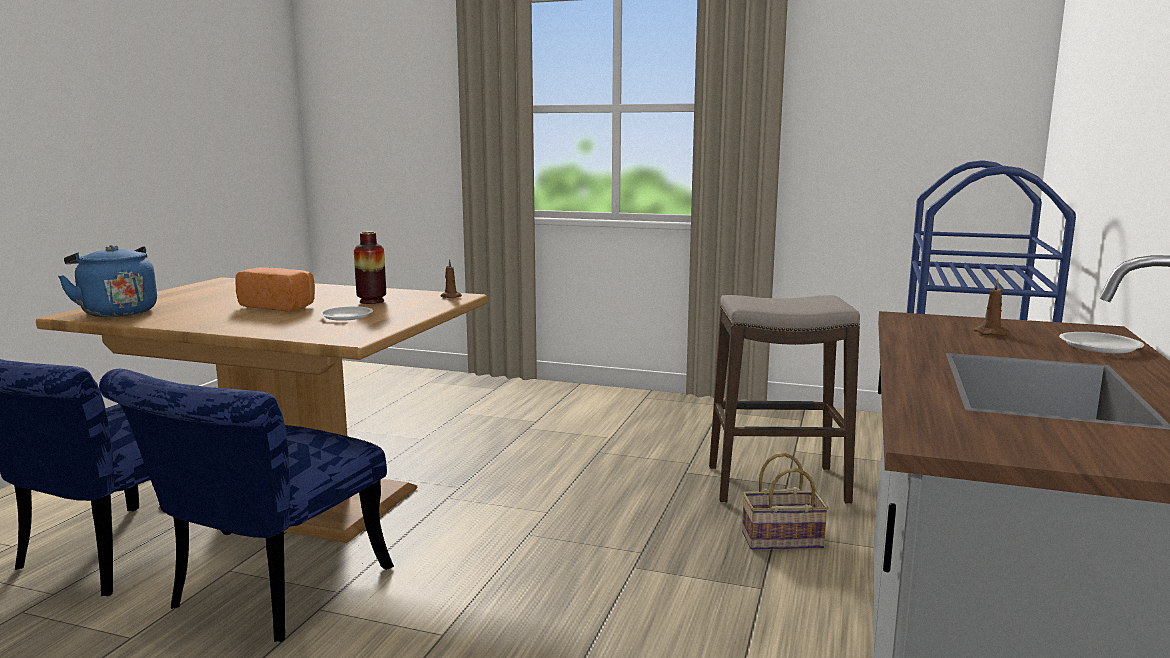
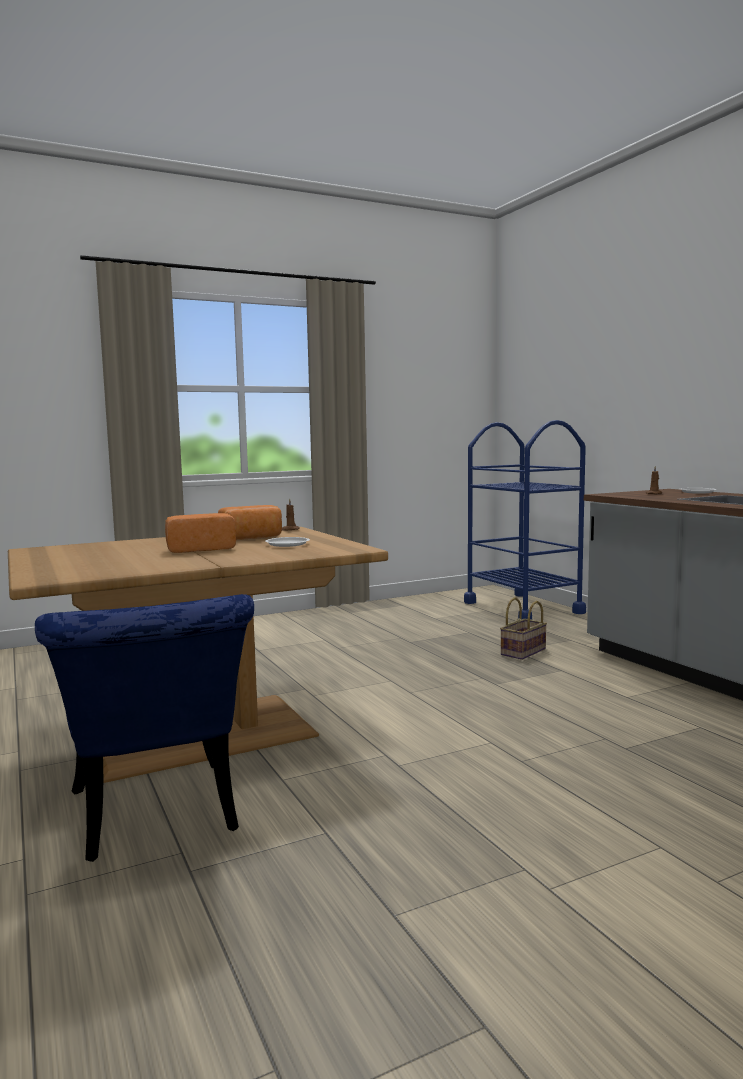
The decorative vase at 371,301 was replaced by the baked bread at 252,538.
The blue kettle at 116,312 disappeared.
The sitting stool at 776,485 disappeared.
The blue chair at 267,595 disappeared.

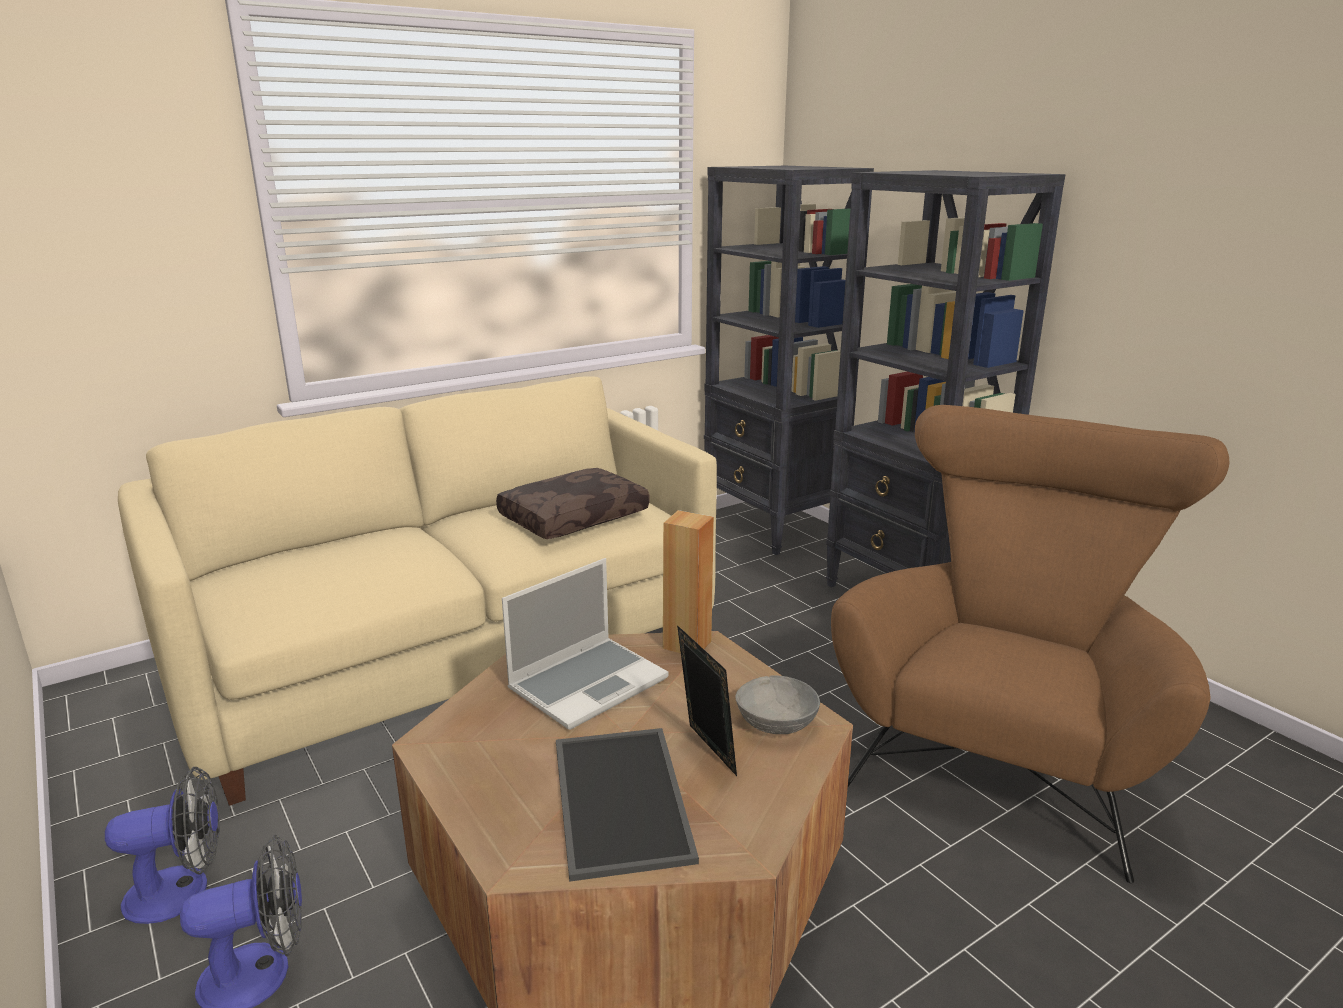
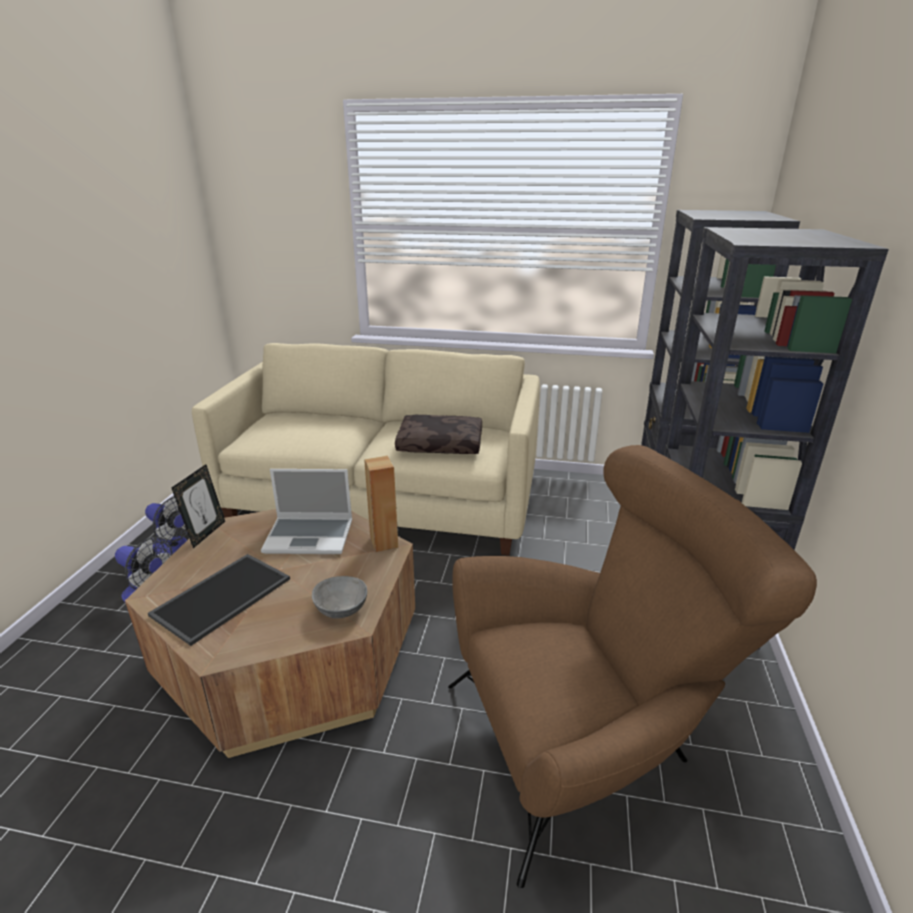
The picture frame moved from 705,752 to 206,533.

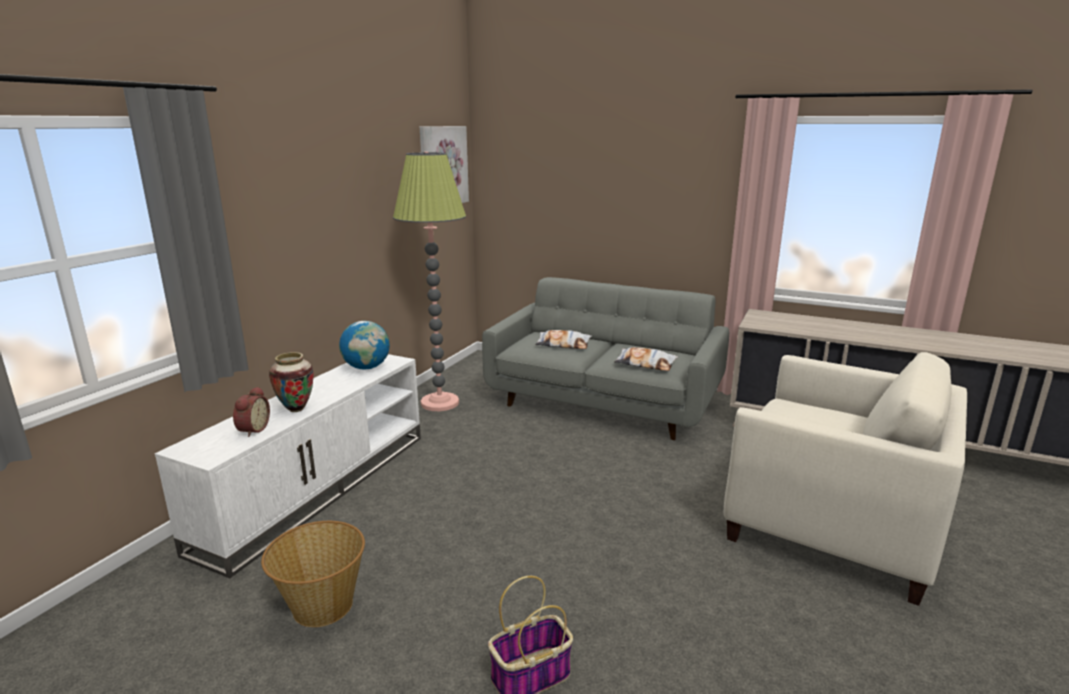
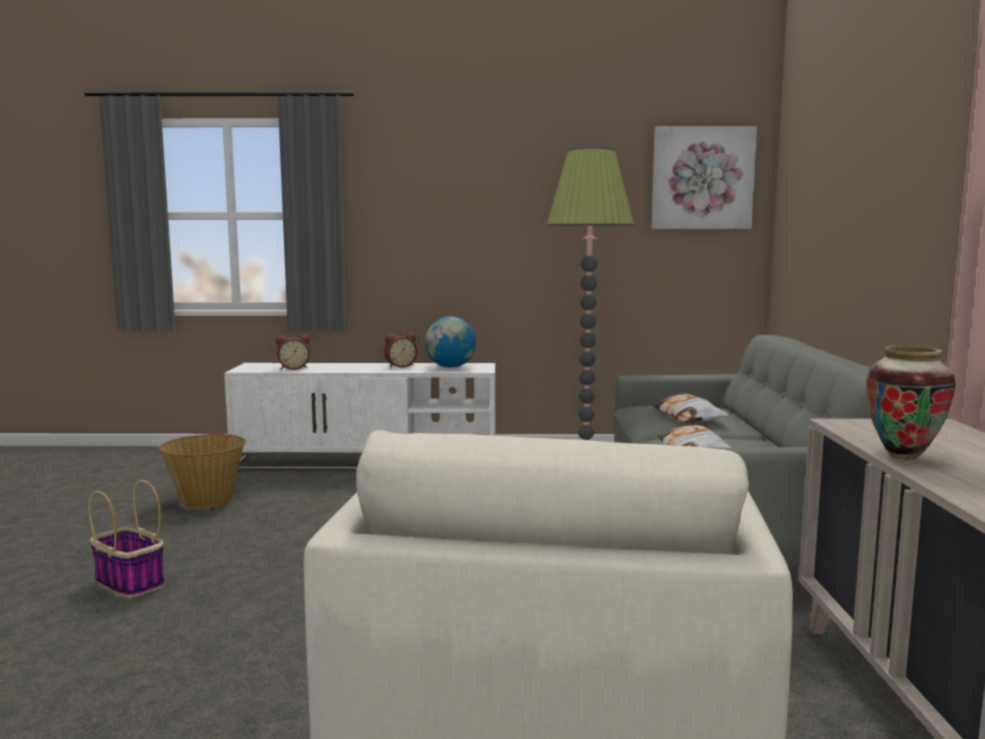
The decorative vase moved from 296,409 to 903,456.
The bedside clock at 400,366 appeared.

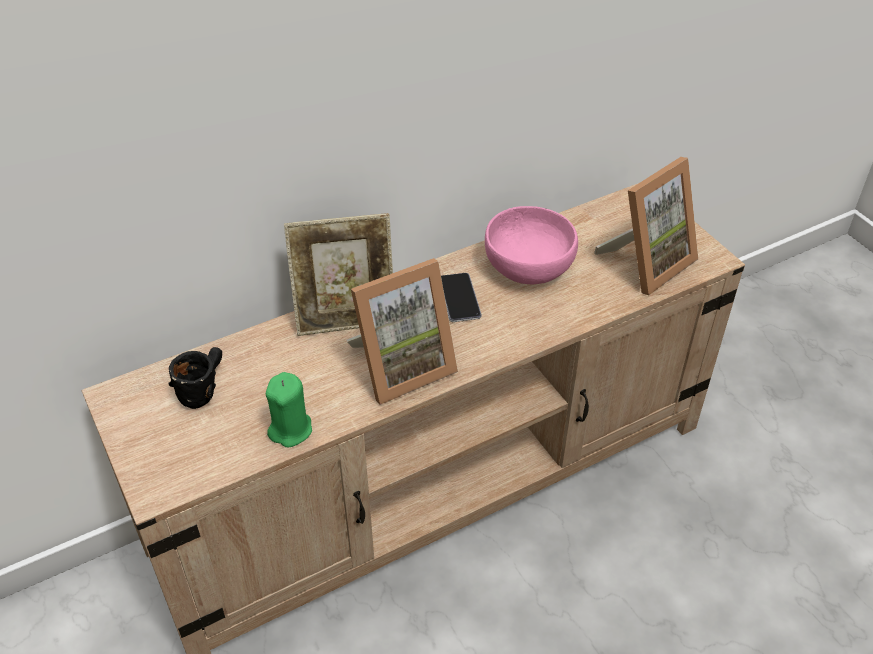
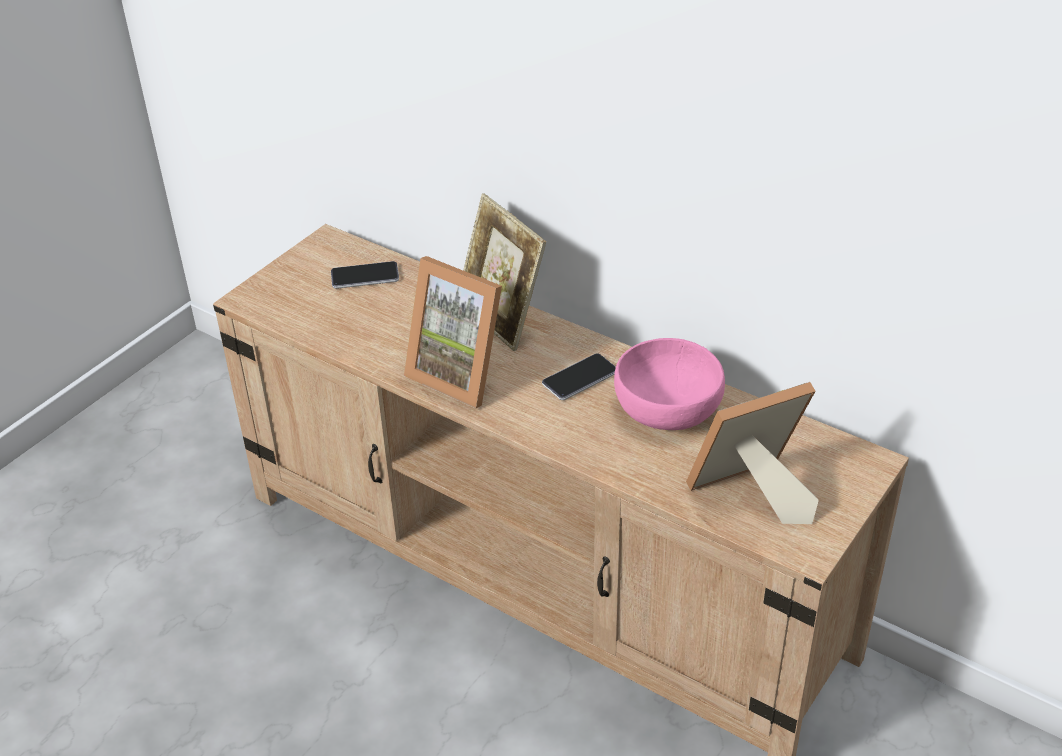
The picture frame at 646,262 turned 135 degrees clockwise.
The black-coloured coffee mug at 202,386 was replaced by the handset at 365,276.
The green wax candle at 290,429 disappeared.

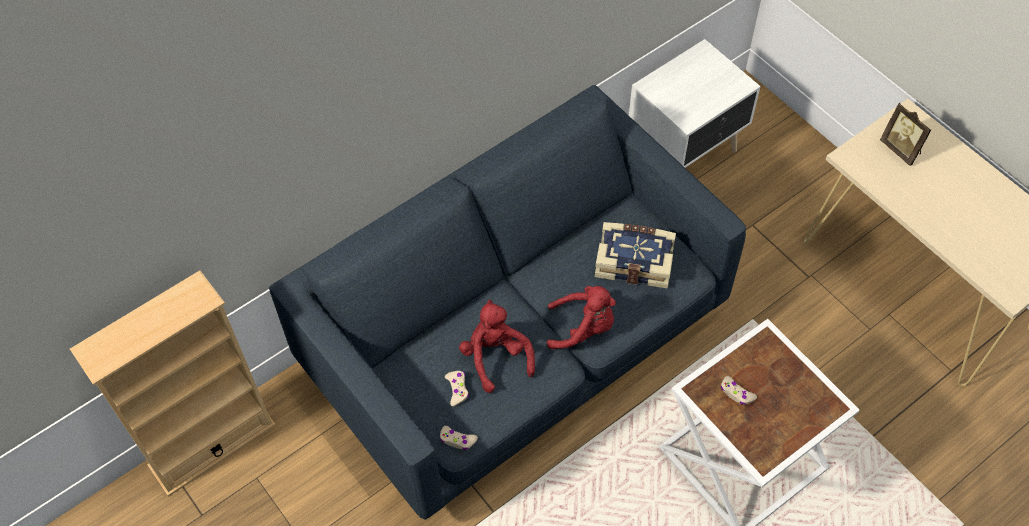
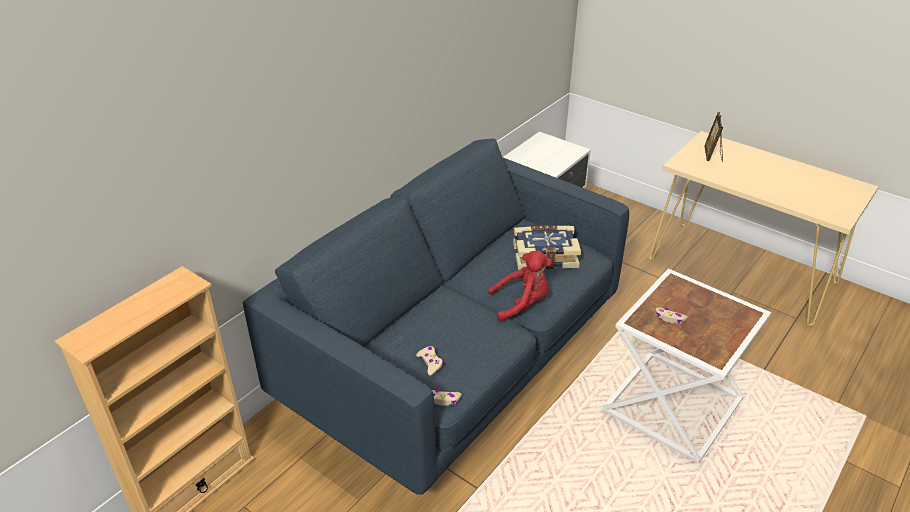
The picture frame at 901,149 turned 60 degrees clockwise.
The red plush toy at 496,357 disappeared.

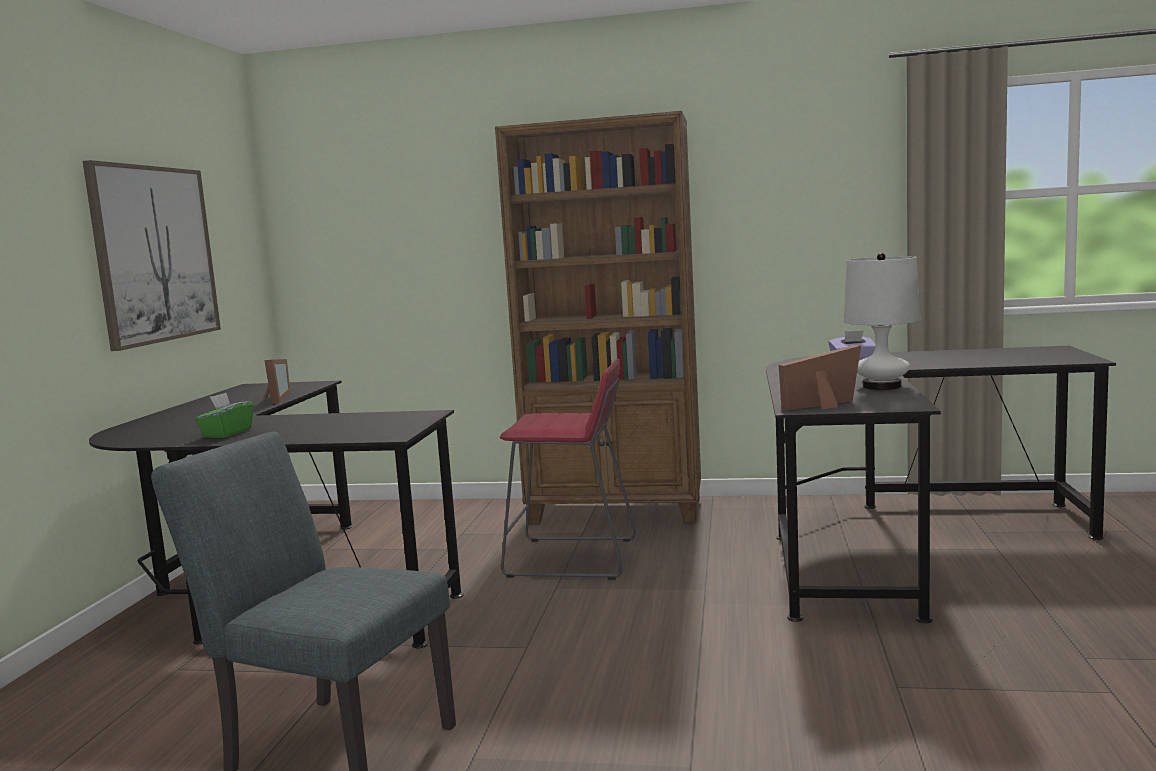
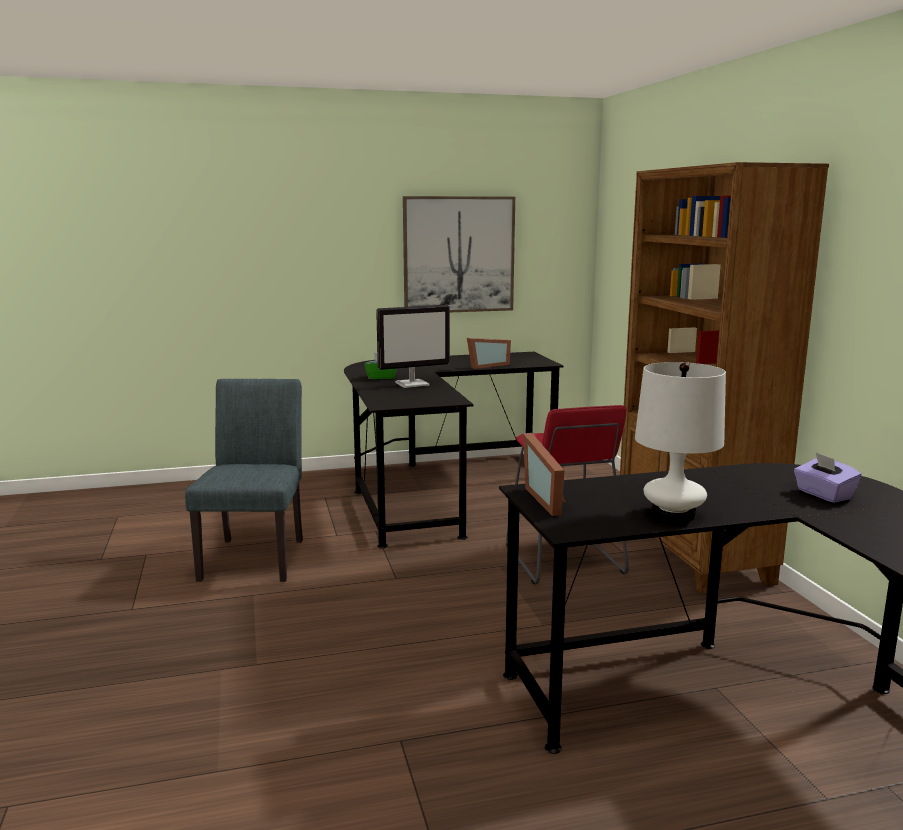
The picture frame at 825,405 turned 150 degrees counterclockwise.
The monitor at 413,384 appeared.

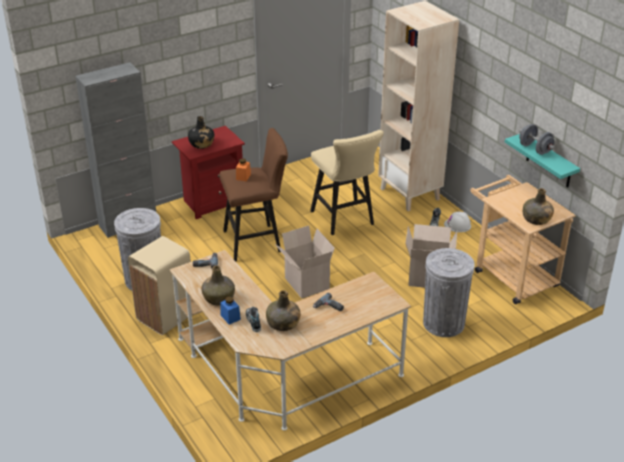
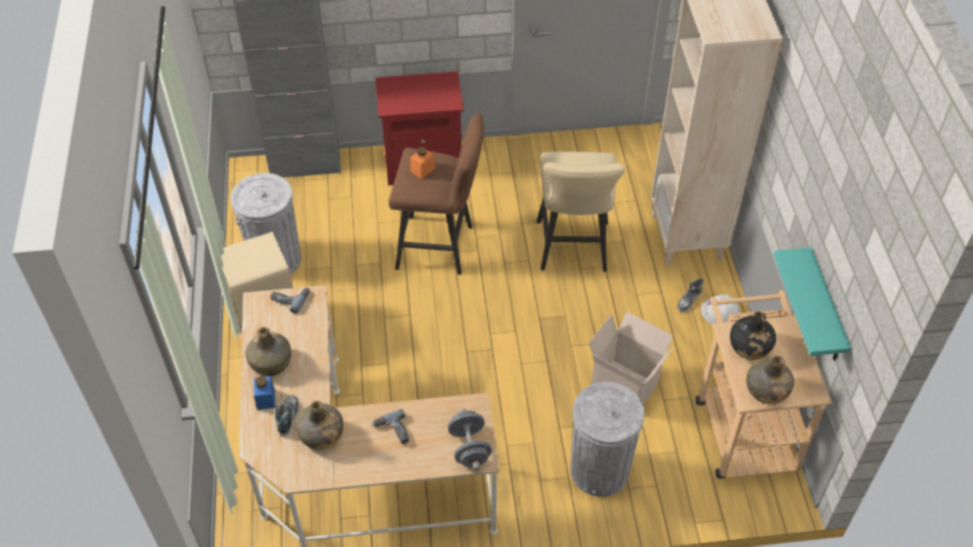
The black-coloured beverage bottle moved from 201,144 to 749,346.
The gray hand weight moved from 535,149 to 469,448.
The cardboard box at 305,283 disappeared.

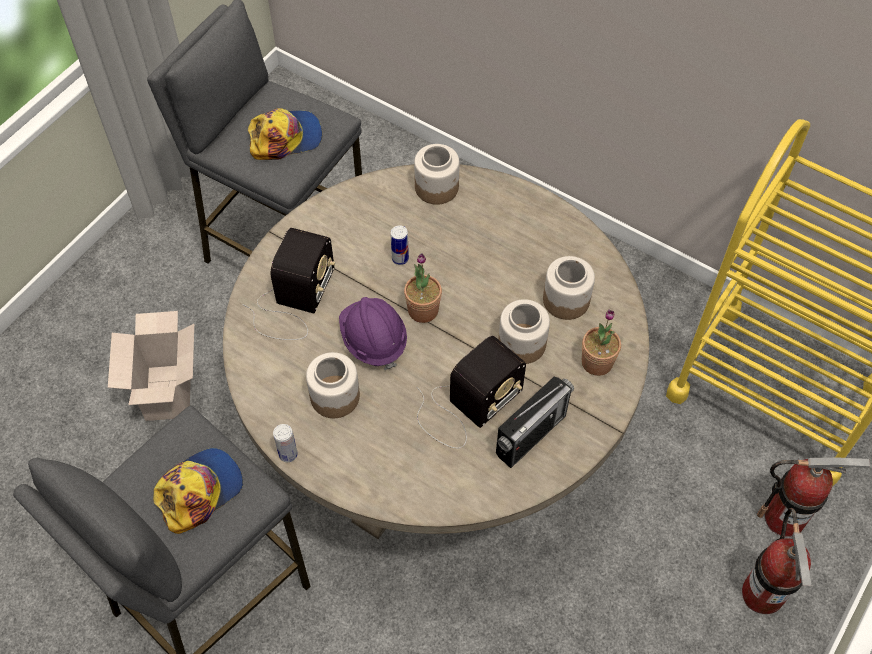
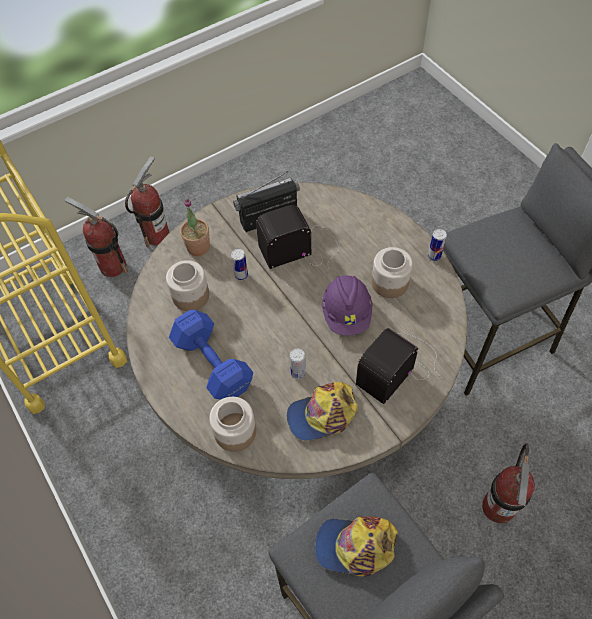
The potted plant at 423,310 disappeared.
The jar at 522,344 was replaced by the can at 241,275.
The cardboard box at 166,391 was replaced by the fire extinguisher at 498,507.
The cap moved from 199,491 to 322,414.
The blue hand weight at 212,362 appeared.

